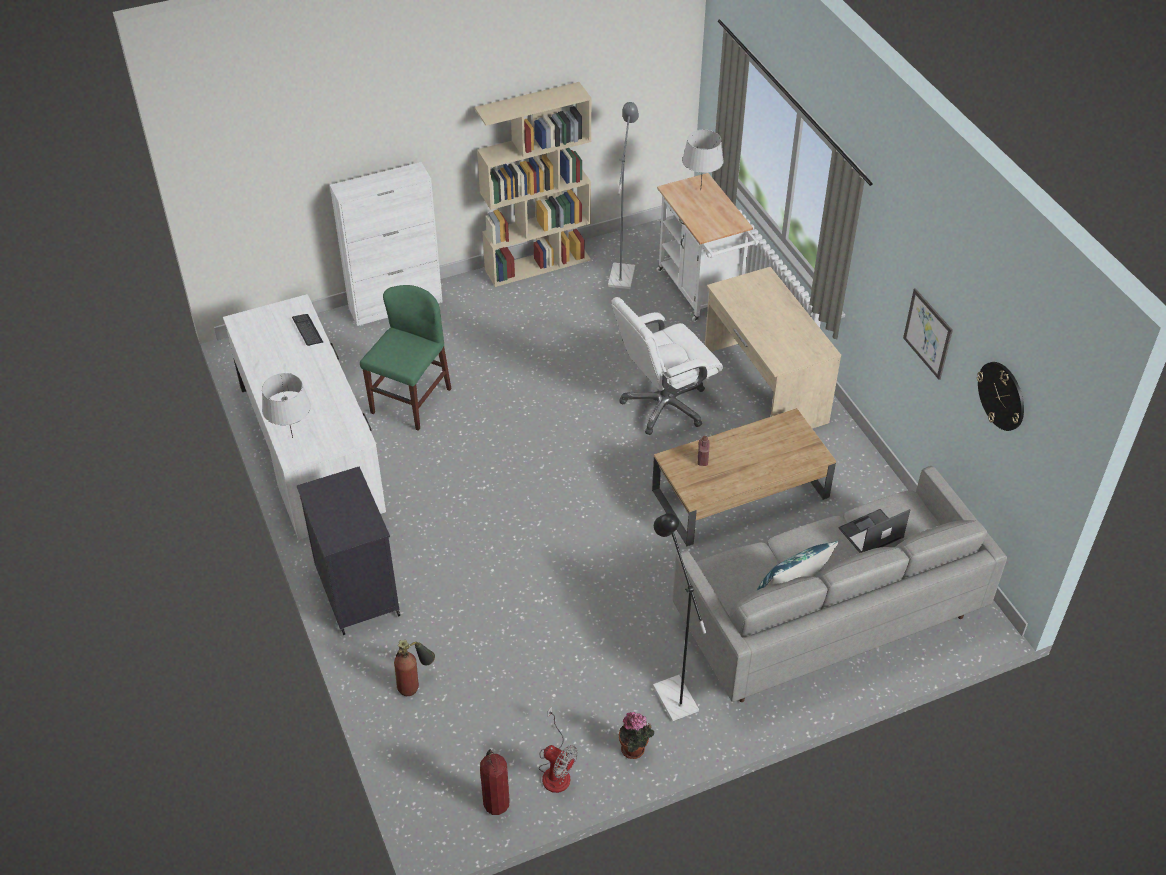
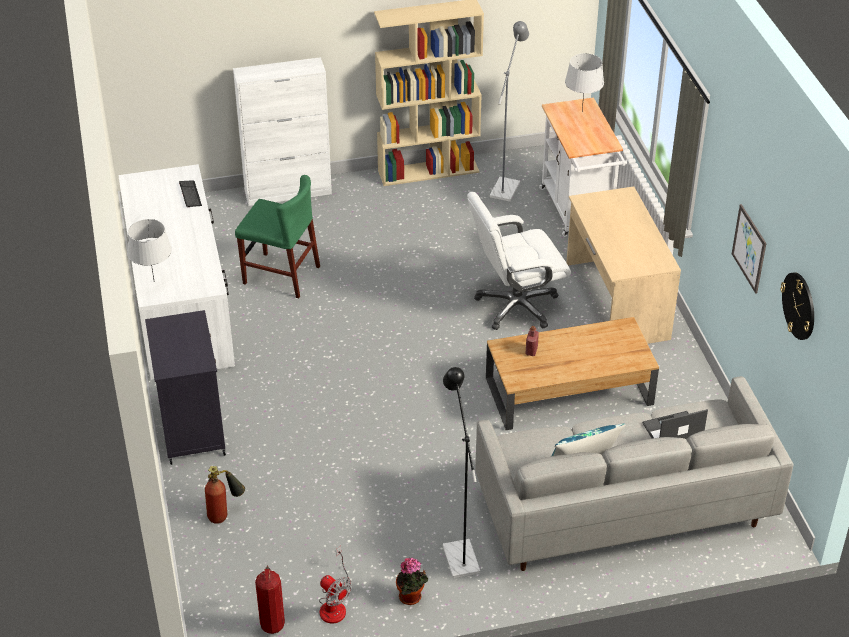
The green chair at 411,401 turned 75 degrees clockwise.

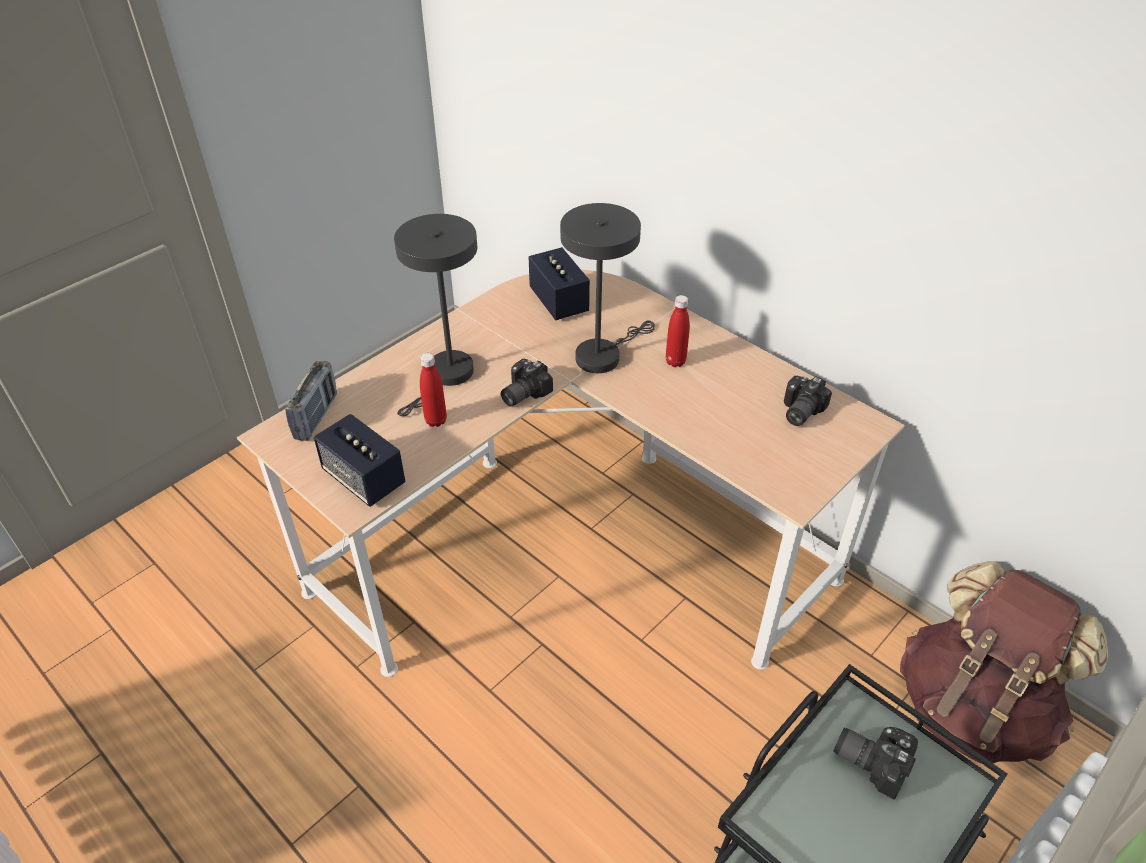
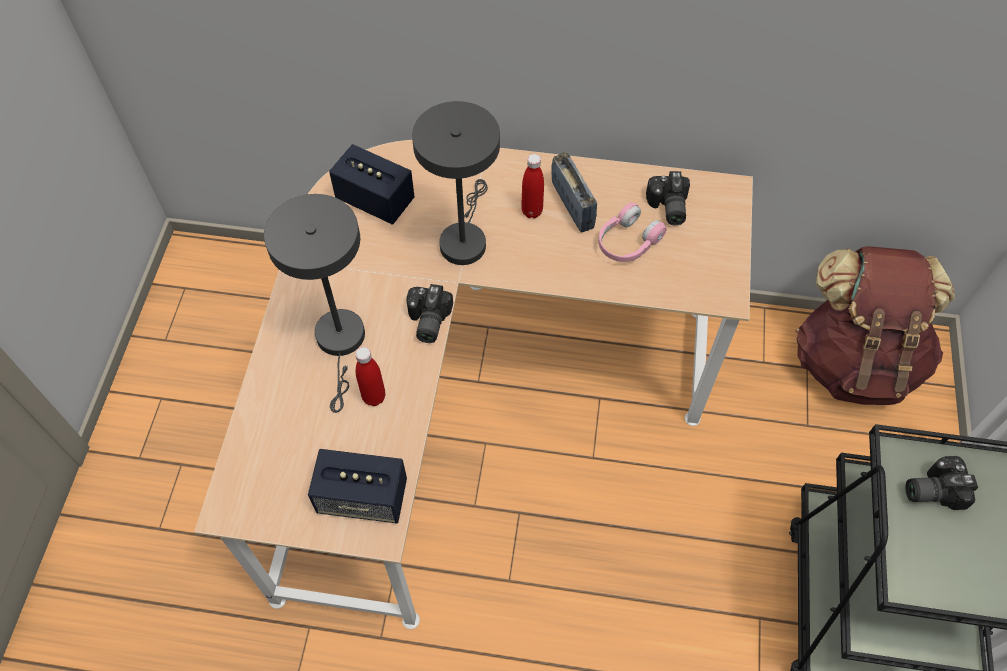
The radio receiver moved from 316,416 to 572,205.
The pink pair of headphones at 627,242 appeared.

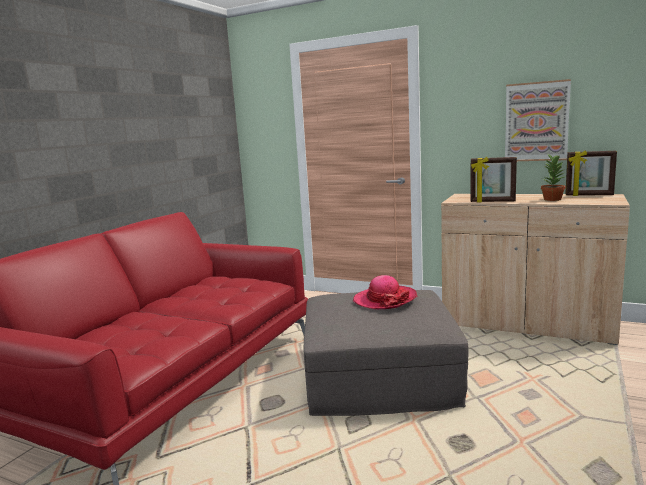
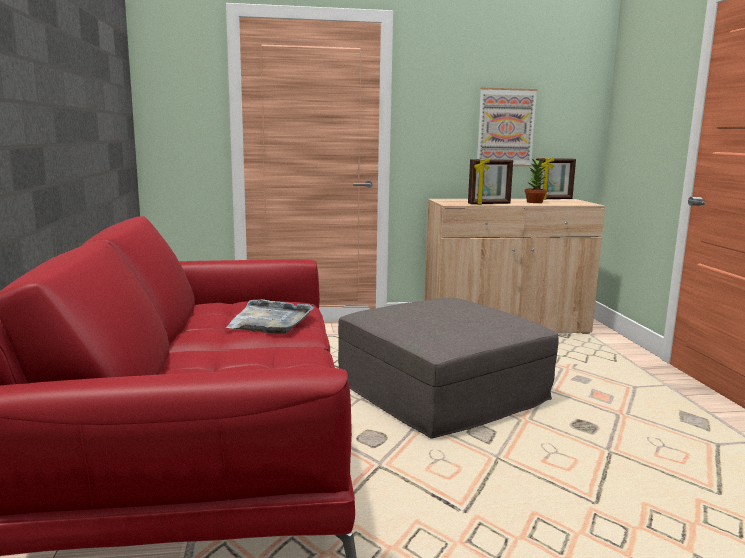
The hat at 385,300 disappeared.
The gray serving tray at 270,320 appeared.

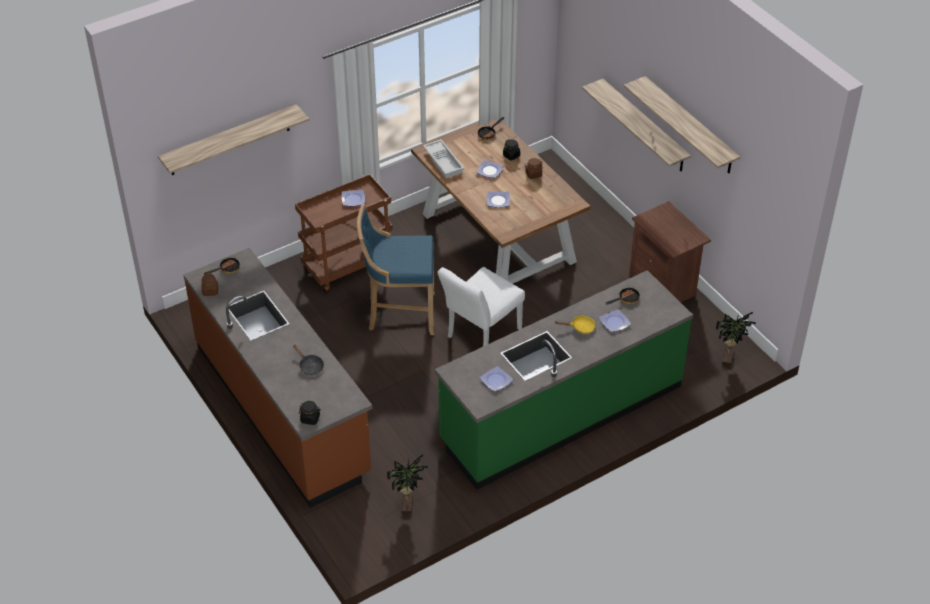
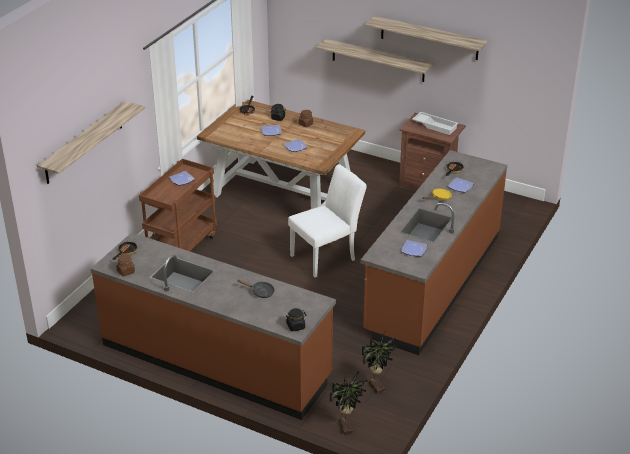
The whitish serving tray moved from 444,161 to 435,125.
The blue sitting stool at 399,314 disappeared.
The whitish chair at 480,335 turned 135 degrees counterclockwise.
The green counter at 561,413 became the brown-coloured counter at 432,283.
The potted plant moved from 729,359 to 347,427.

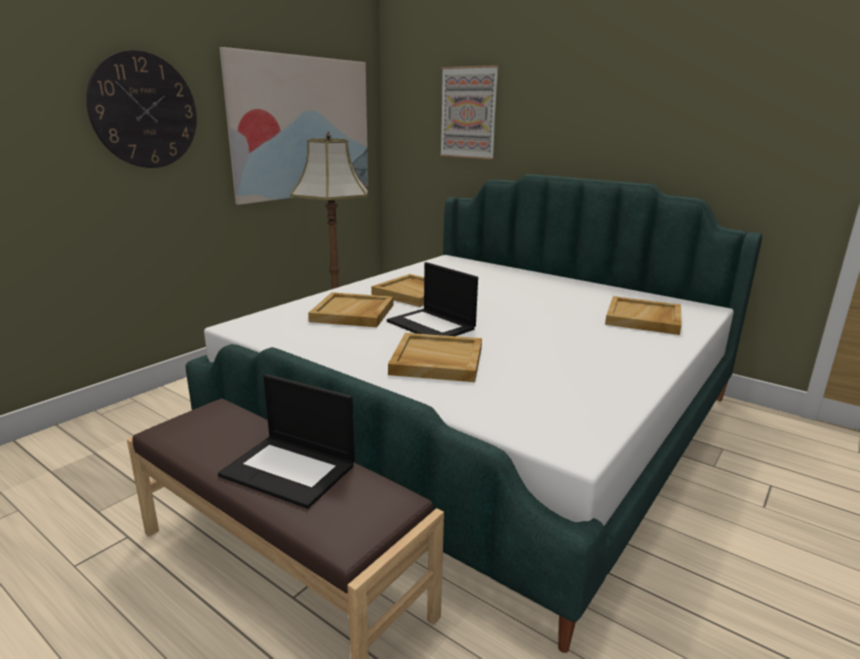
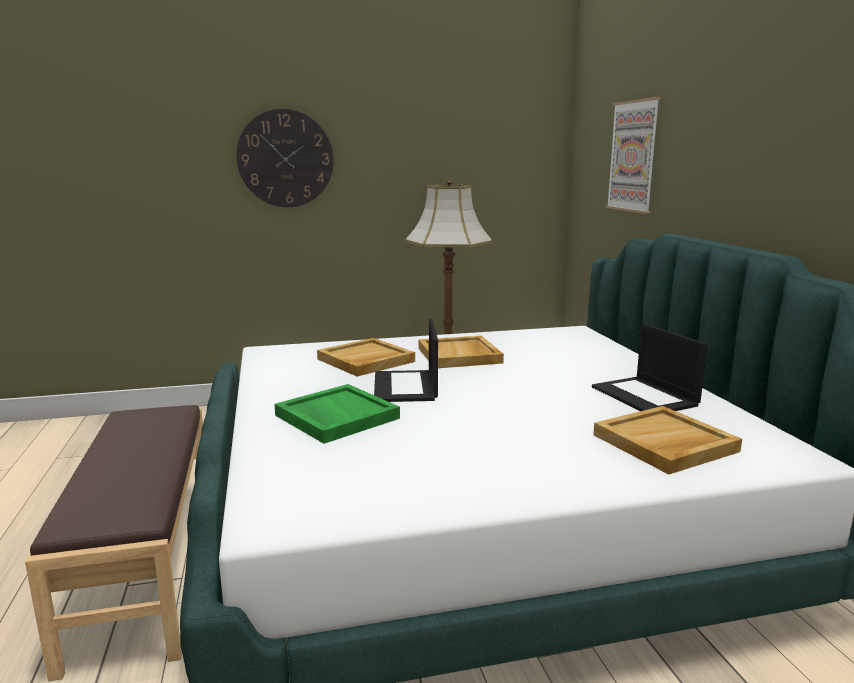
The wall art at 302,128 disappeared.
The sand-coloured serving tray at 436,361 became the green serving tray at 336,417.
The laptop moved from 290,470 to 645,396.

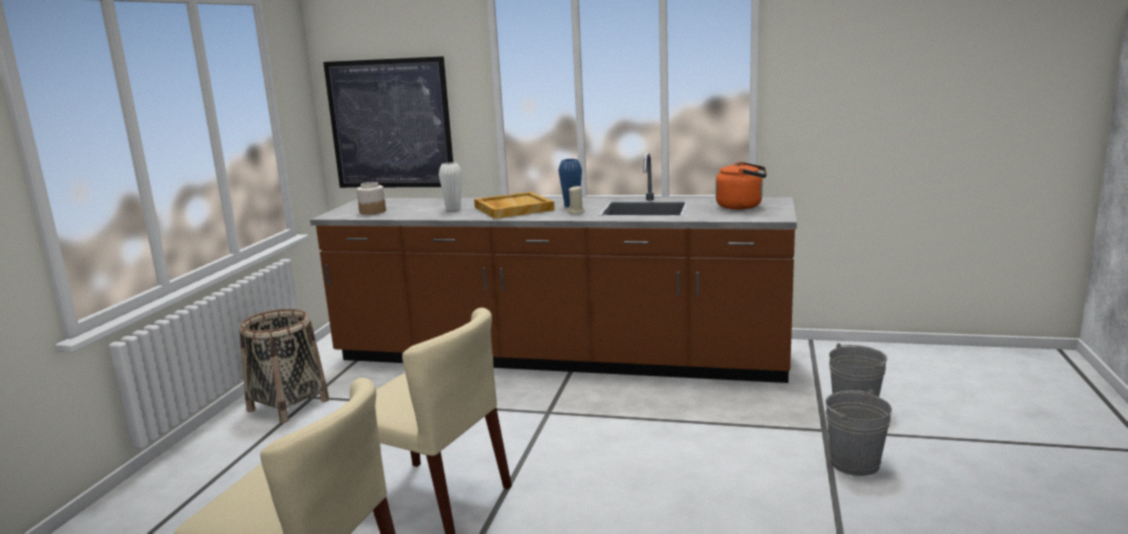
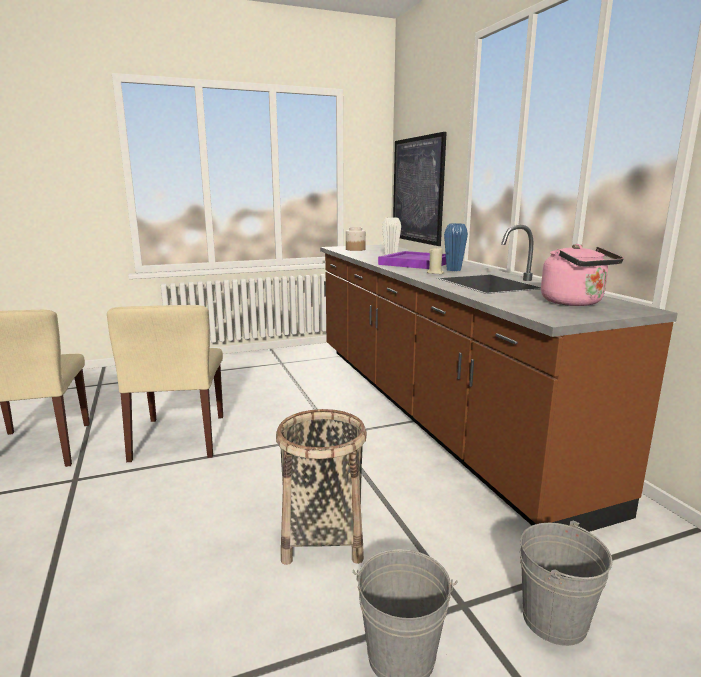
The orange kettle at 742,206 became the pink kettle at 575,303.
The sand-coloured serving tray at 513,208 became the purple-coloured serving tray at 415,263.
The household basket moved from 288,405 to 323,537.

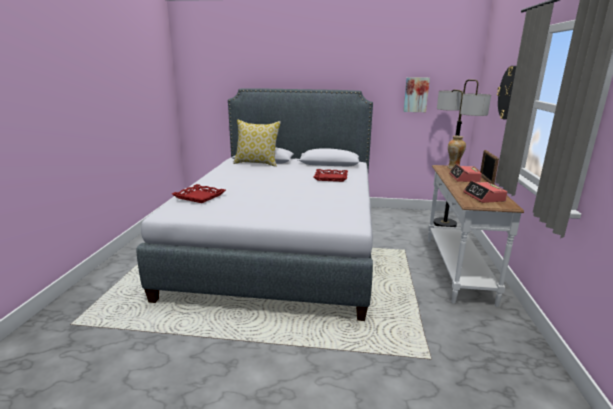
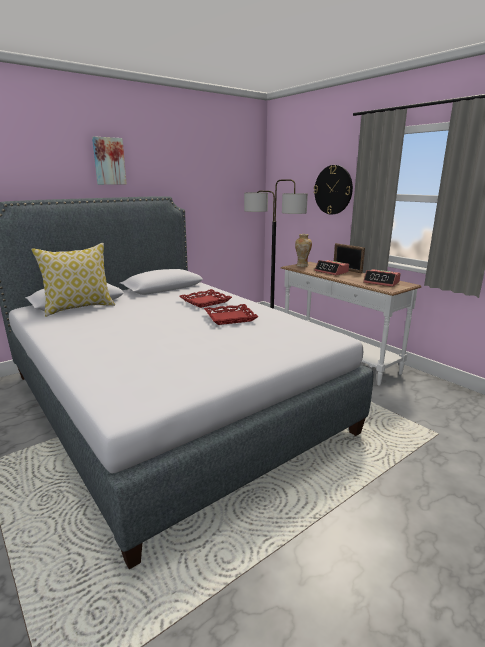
The wall art moved from 416,94 to 109,161.
The red serving tray moved from 199,197 to 230,318.

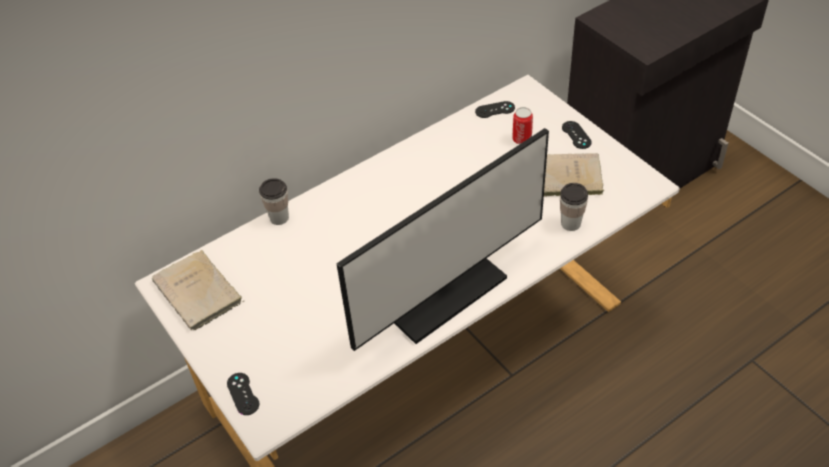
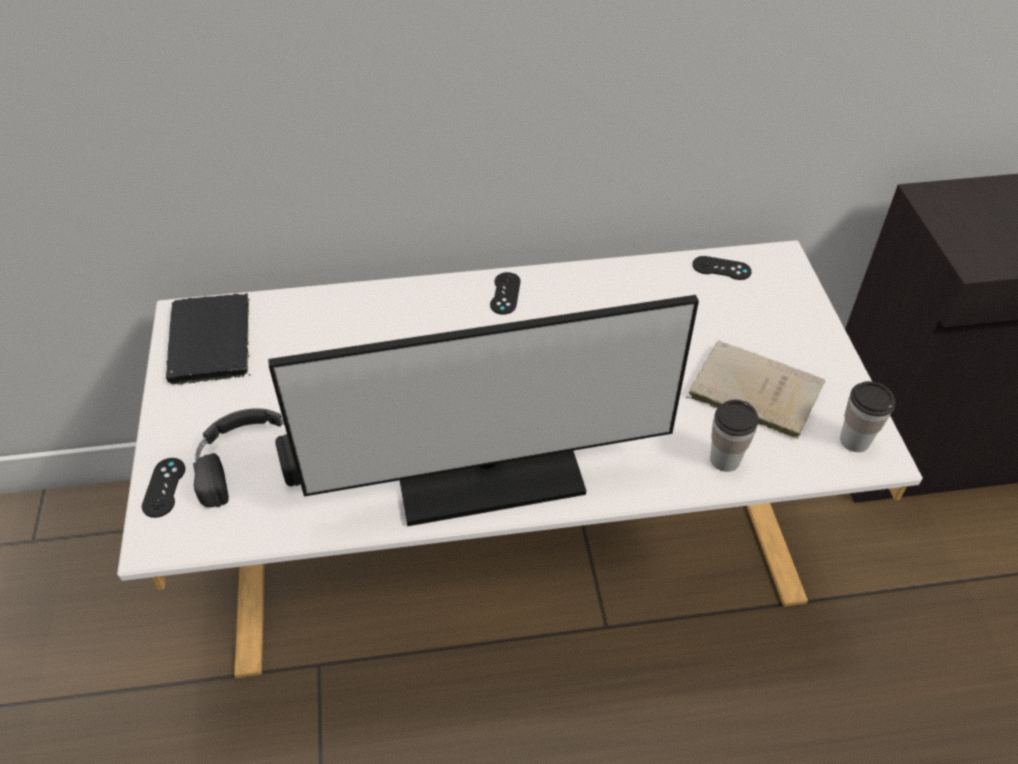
The can at 522,139 disappeared.
The black-coloured joypad moved from 576,135 to 505,293.
The small cup moved from 279,218 to 855,440.
The sand-coloured book at 199,294 became the black-coloured book at 210,344.
The black-coloured pair of headphones at 251,459 appeared.

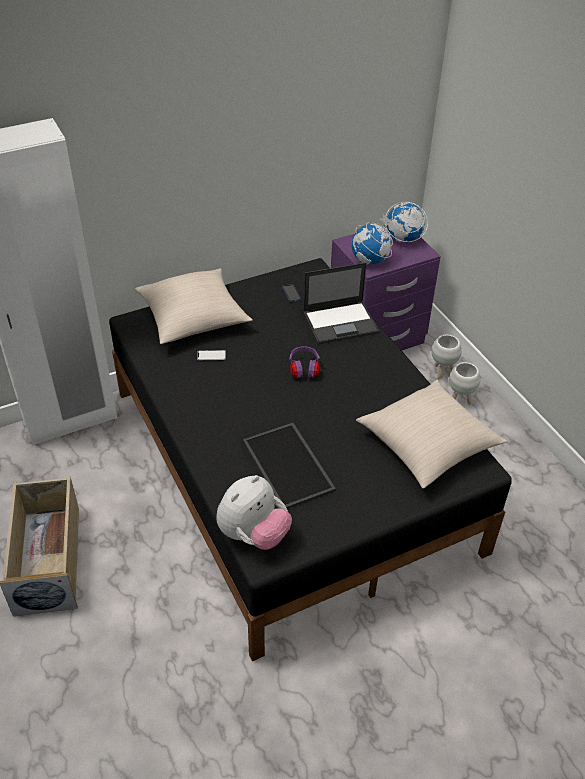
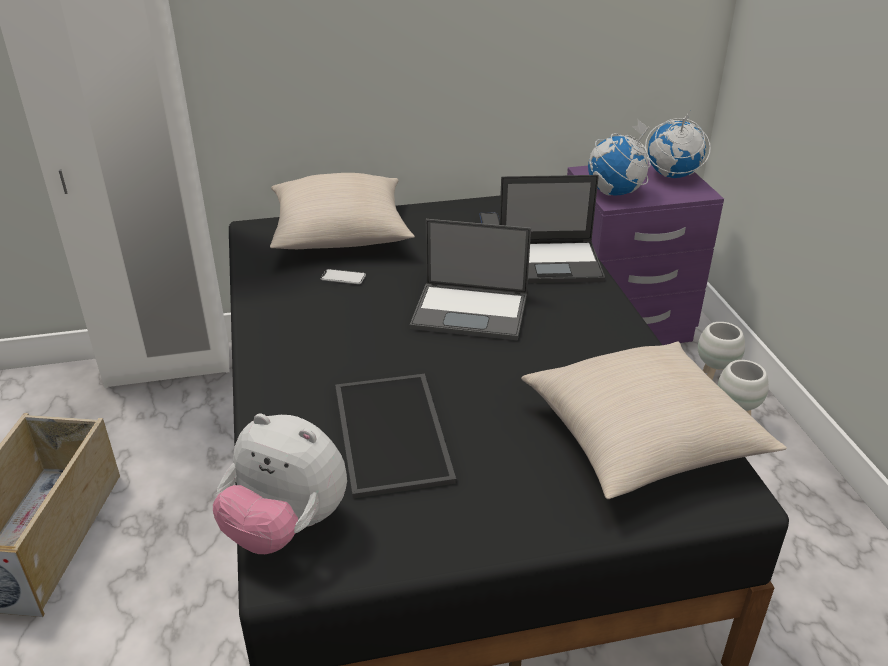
The purple-coloured pair of headphones at 304,370 was replaced by the laptop at 471,311.
The plush toy at 253,534 turned 60 degrees clockwise.

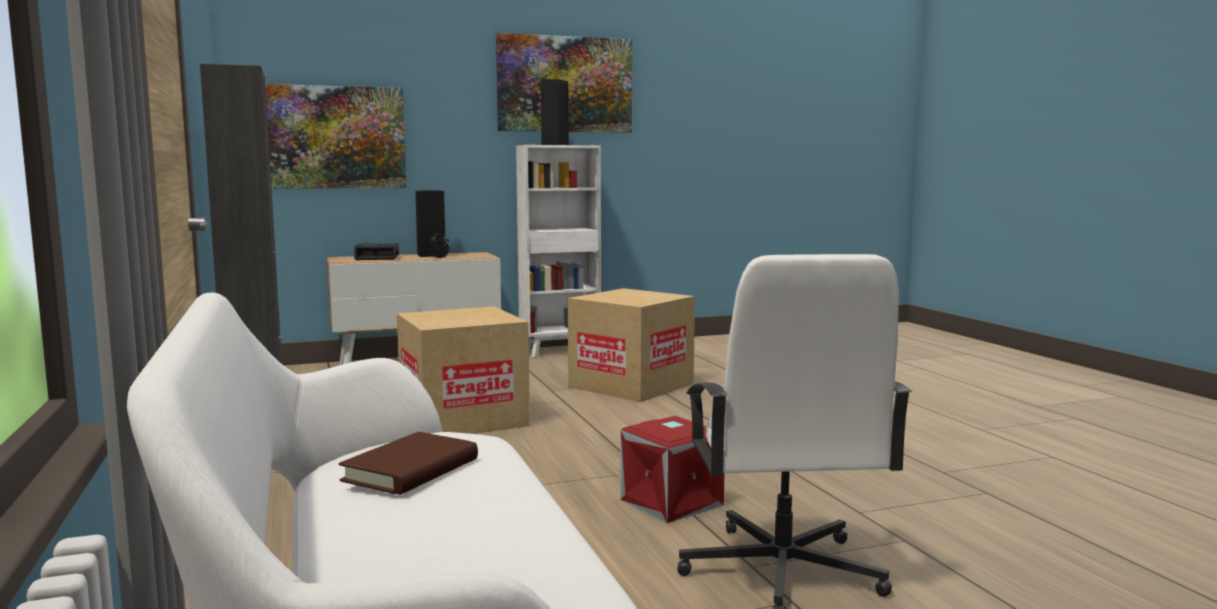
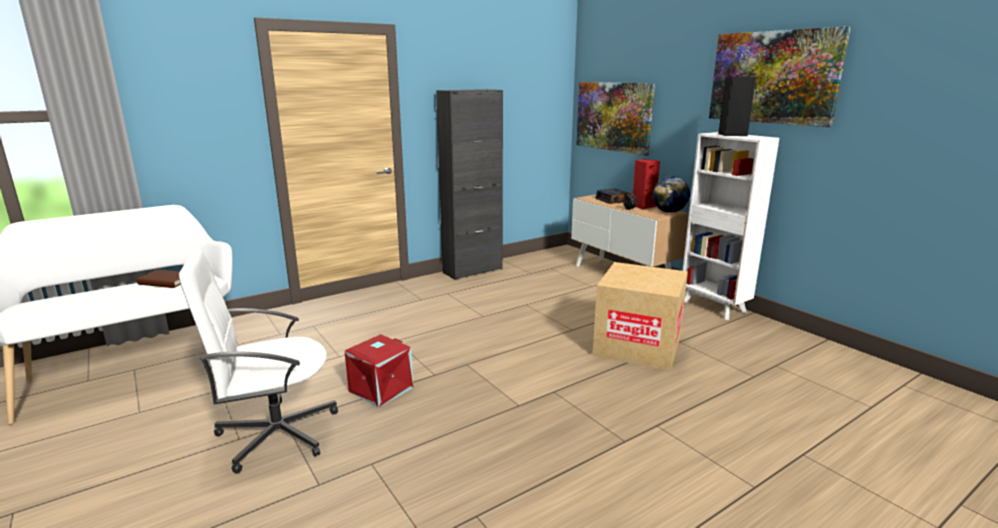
The black-coloured speaker at 431,255 became the red speaker at 642,206.
The cardboard box at 463,419 disappeared.
The world globe at 669,212 appeared.

